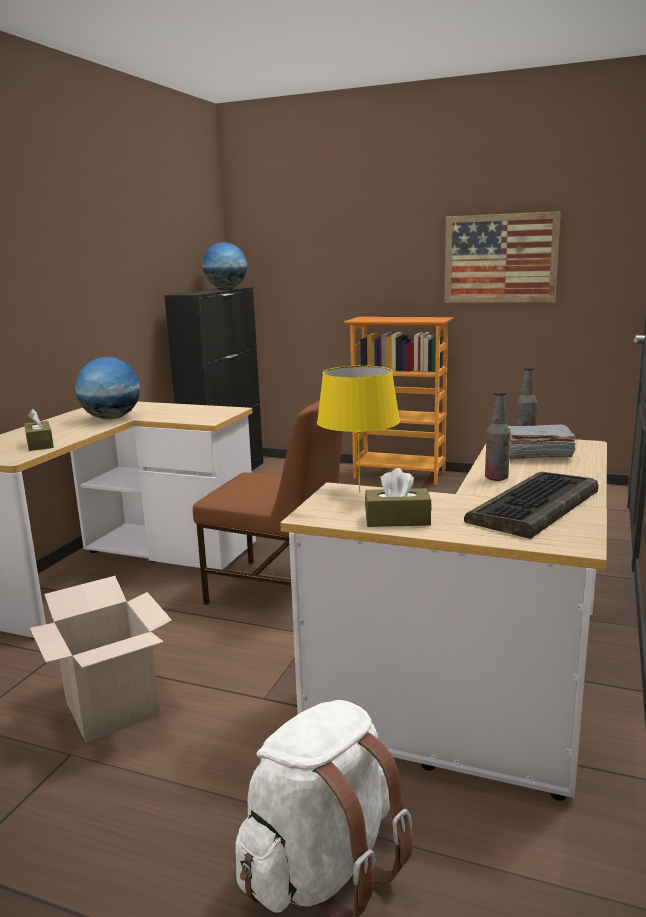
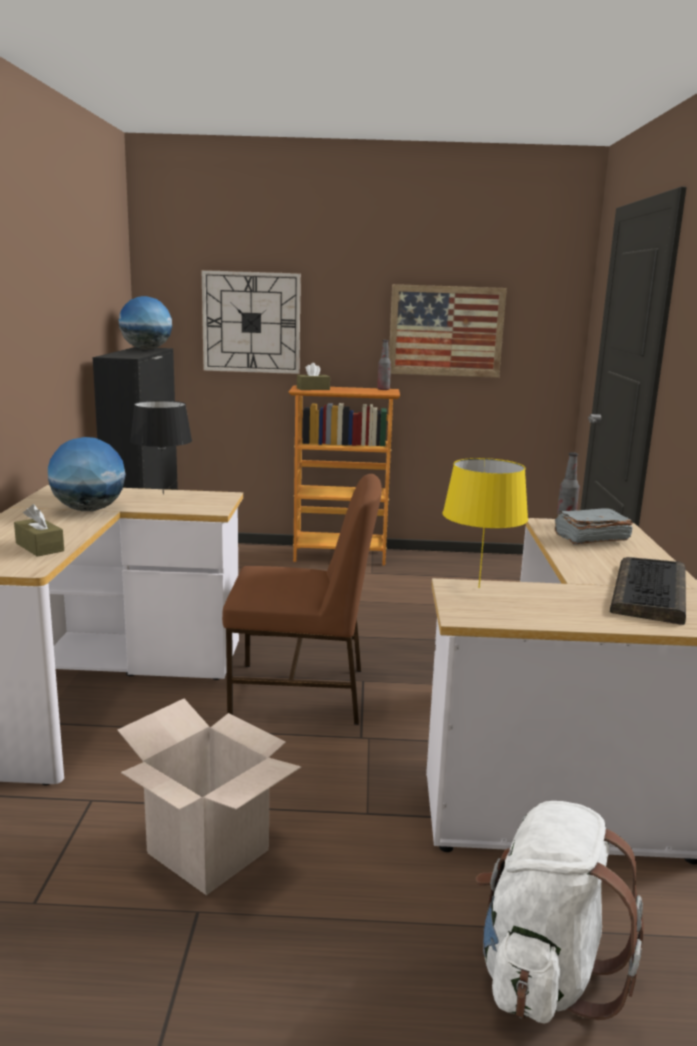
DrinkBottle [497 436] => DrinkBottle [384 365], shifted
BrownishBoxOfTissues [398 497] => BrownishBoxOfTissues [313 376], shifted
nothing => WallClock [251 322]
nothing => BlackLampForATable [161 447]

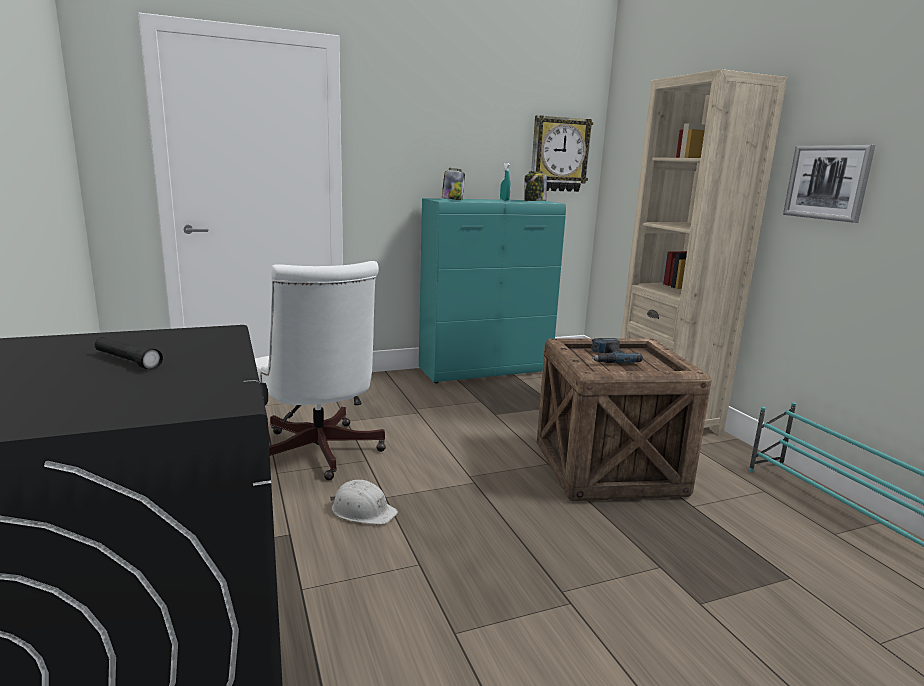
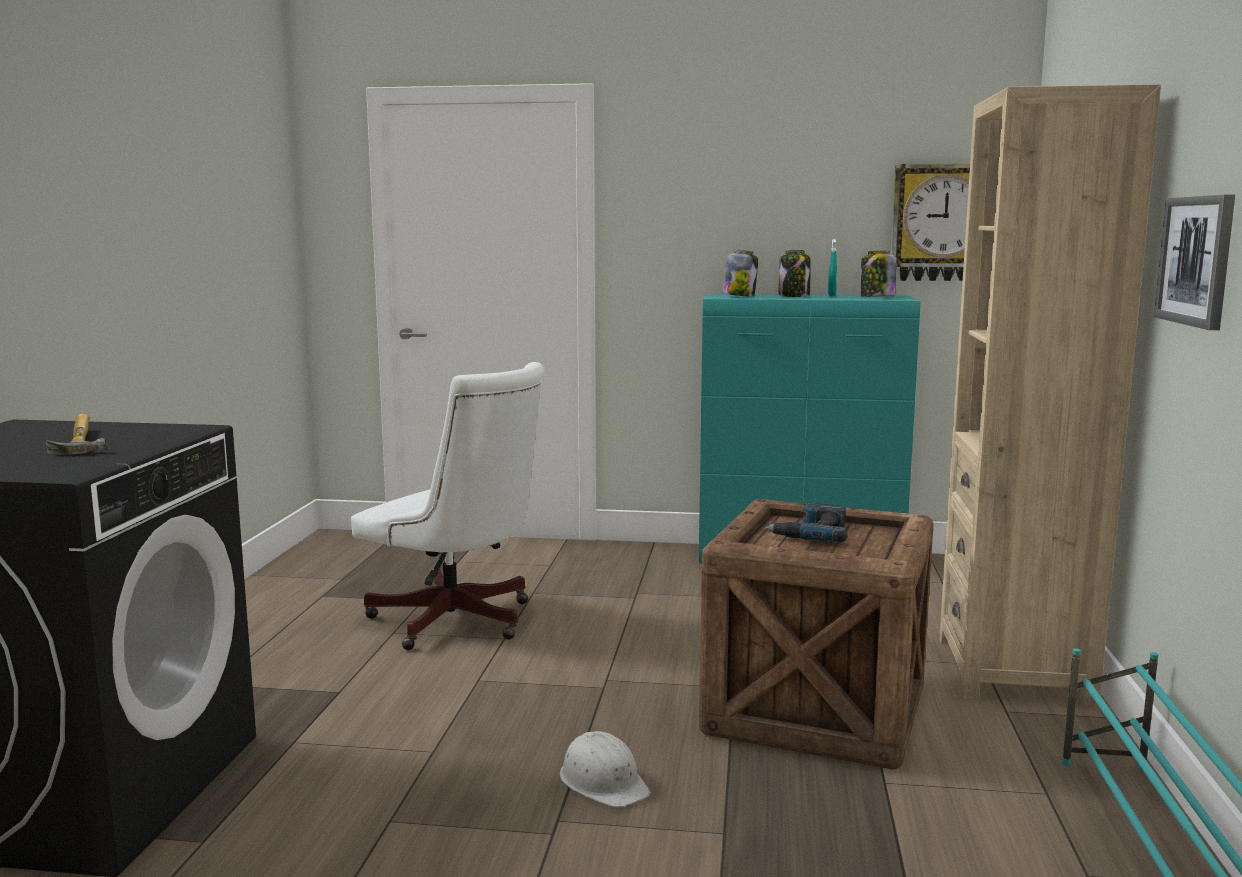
WhiteComputerChair [320 370] => WhiteComputerChair [448 506], 60 degrees counterclockwise
BlackTorch [129 353] => ToolHammer [76 434]
WhiteHardHat [364 502] => WhiteHardHat [605 769], shifted
nothing => StorageJar [795 273]

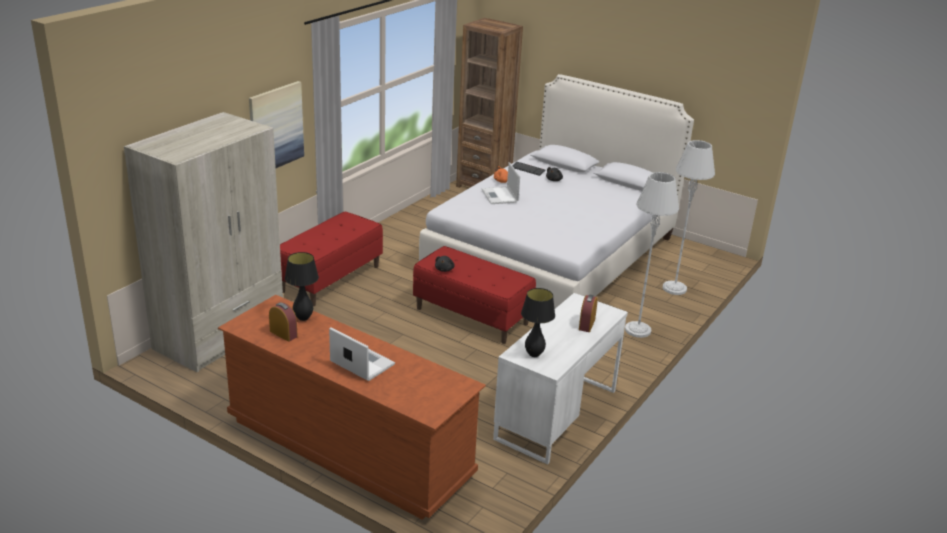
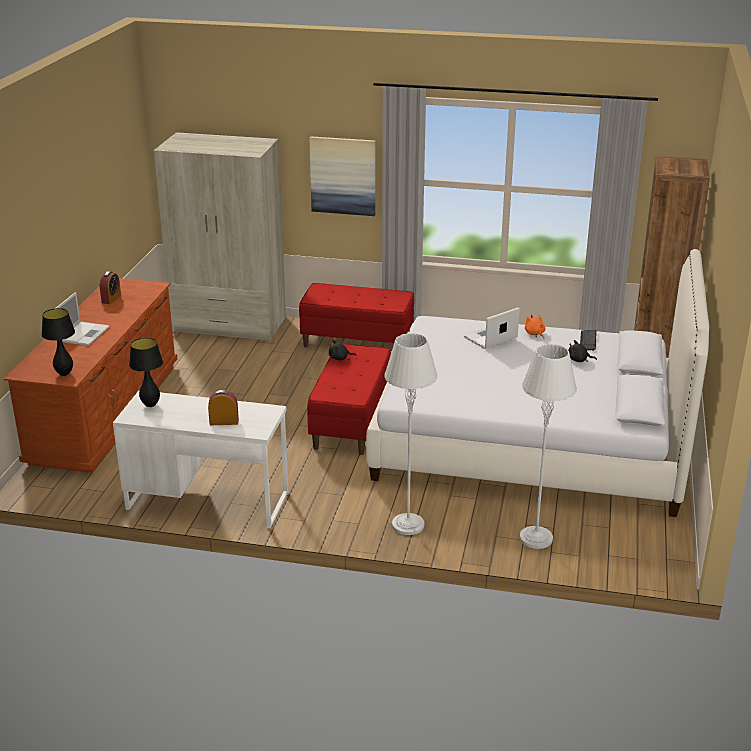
BlackLampForATable [302 286] => BlackLampForATable [58 342], shifted

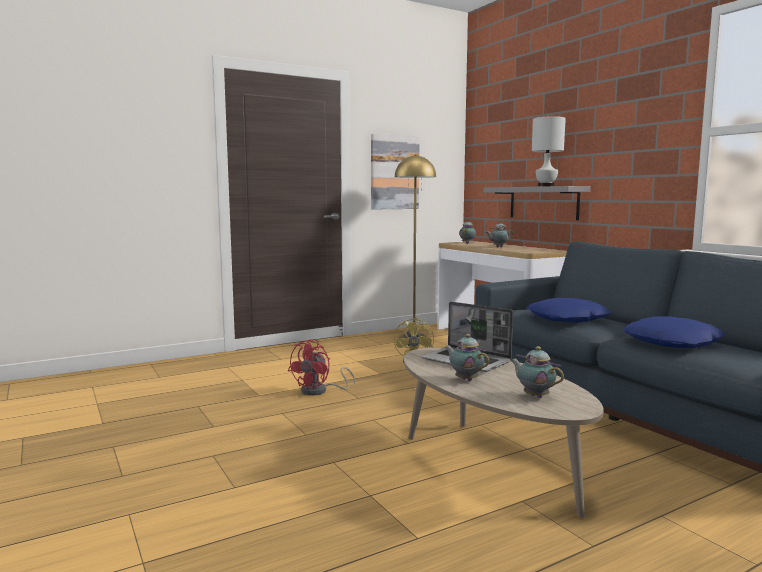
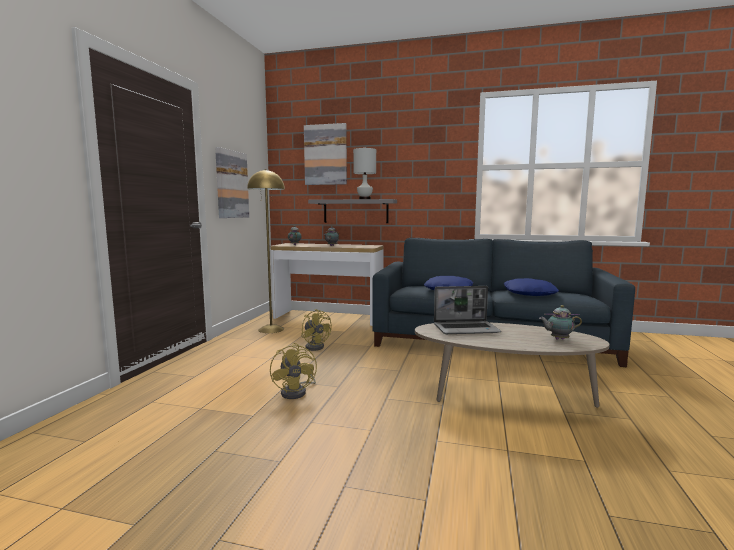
Teapot [467 357] => nothing
RedColouredCoolingFan [321 367] => YellowColouredCoolingFan [293 371]
nothing => Picture [325 154]

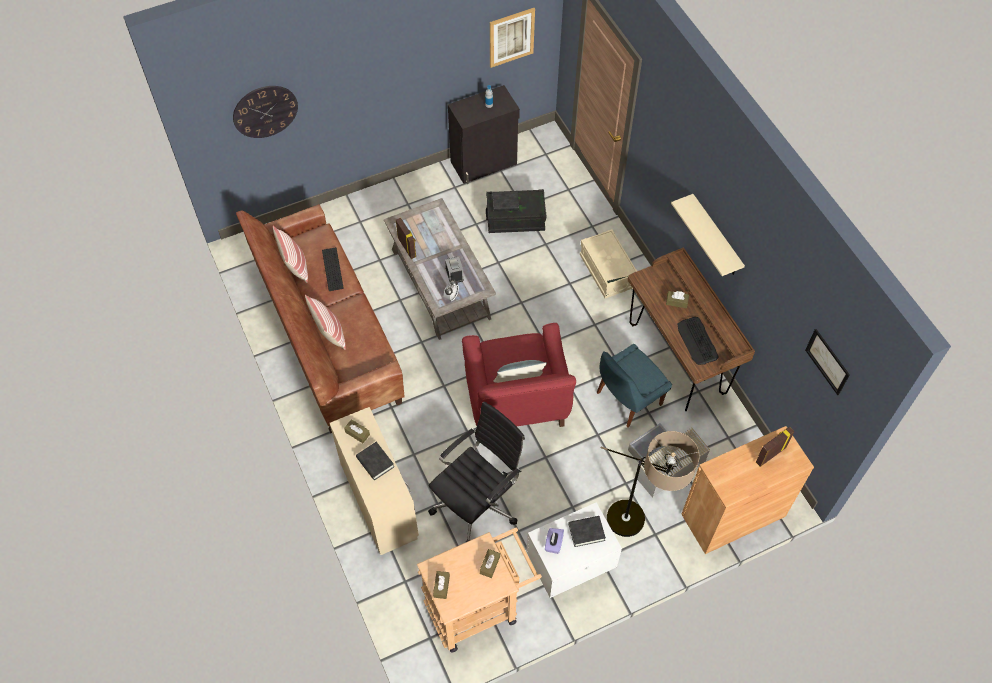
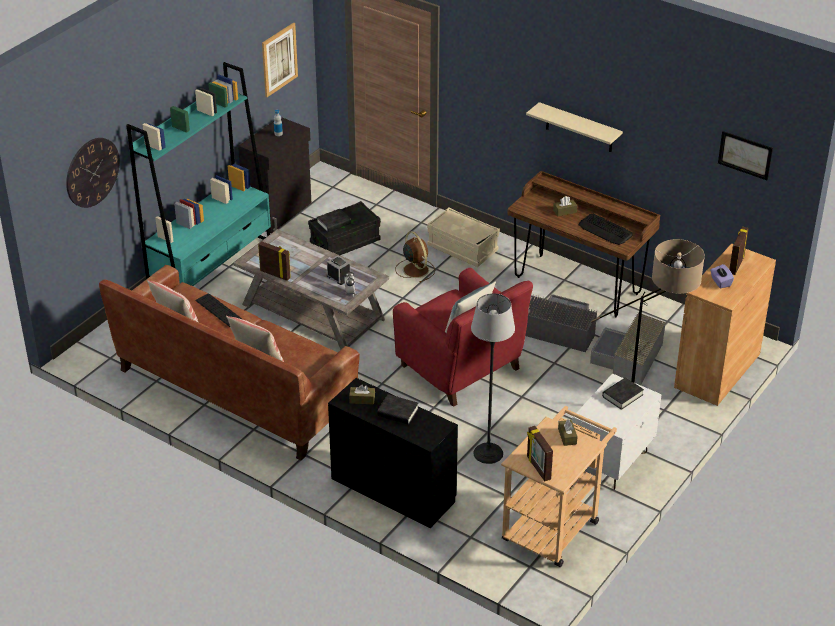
BlueColouredUprightChair [634 386] => GrayStorageBox [561 323]
BlackComputerChair [476 471] => FloorLamp [493 378]
SandColouredDeskUnit [374 481] => BlackDeskUnit [393 453]
PurpleBoxOfTissues [554 541] => PurpleBoxOfTissues [722 276], shifted
BrownishBoxOfTissues [441 585] => PhotoFrame [540 453]
nothing => BlueGreenBookcase [198 174]
nothing => BrownishCoolingFan [415 257]

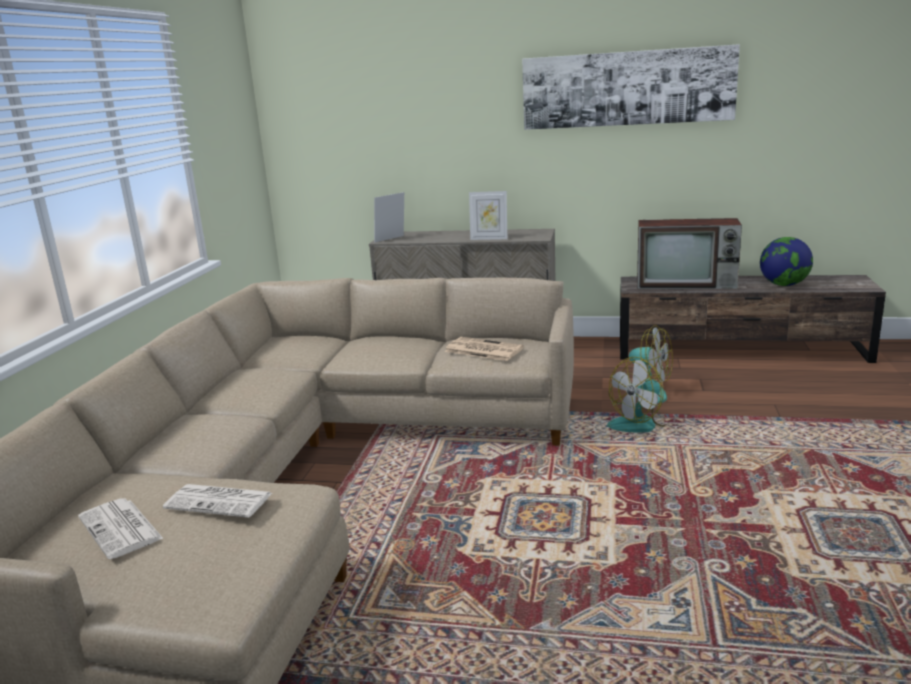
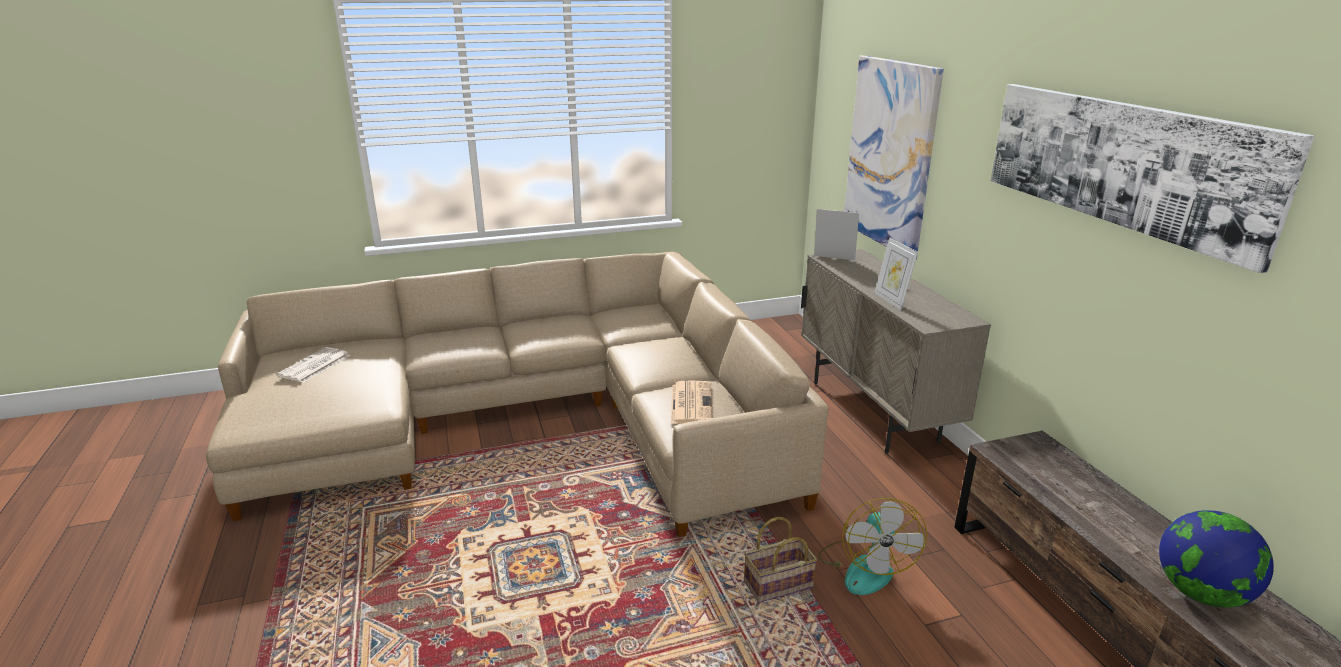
Television [689 253] => nothing
CoolingFan [638 395] => StorageBasket [780 560]
PrintedPaper [217 501] => nothing
nothing => Picture [894 157]

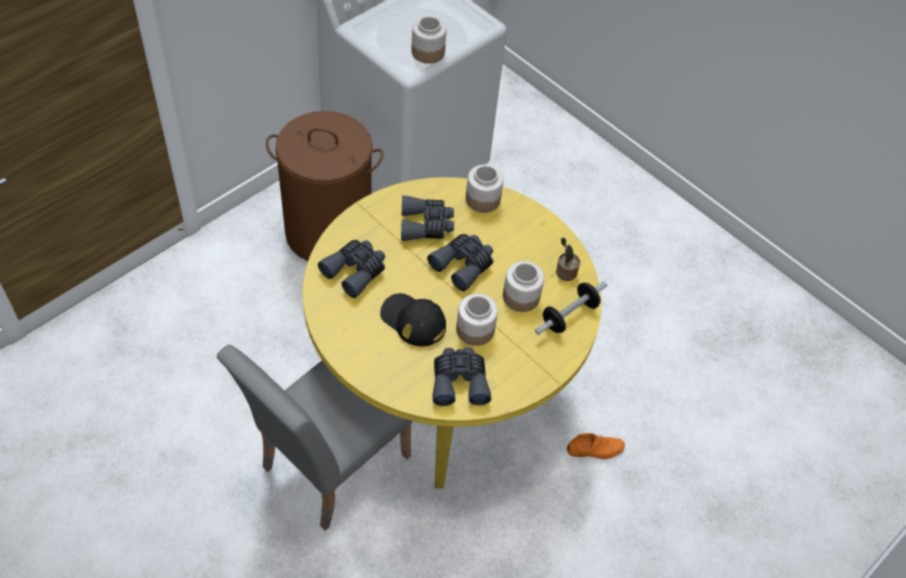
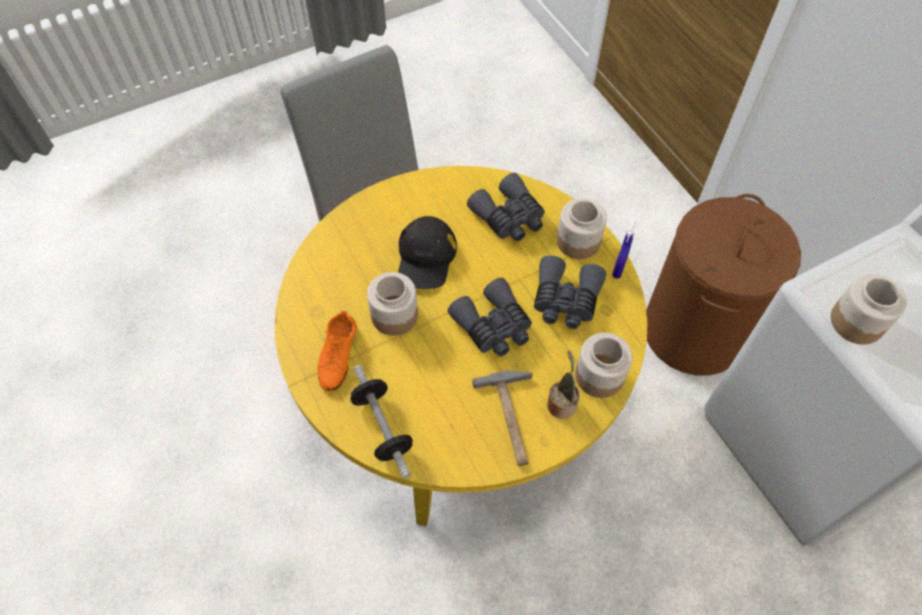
PlantInAPot [568 259] => PlantInAPot [563 384], shifted
StorageJar [523 286] => StorageJar [581 228], shifted
BlackPeakedCap [413 319] => BlackPeakedCap [427 252], 135 degrees clockwise
GrayFieldGlasses [461 376] => nothing
OrangeyLowShoe [596 446] => OrangeyLowShoe [337 351], shifted
nothing => BlueColouredSprayer [624 249]
nothing => ToolHammer [502 418]

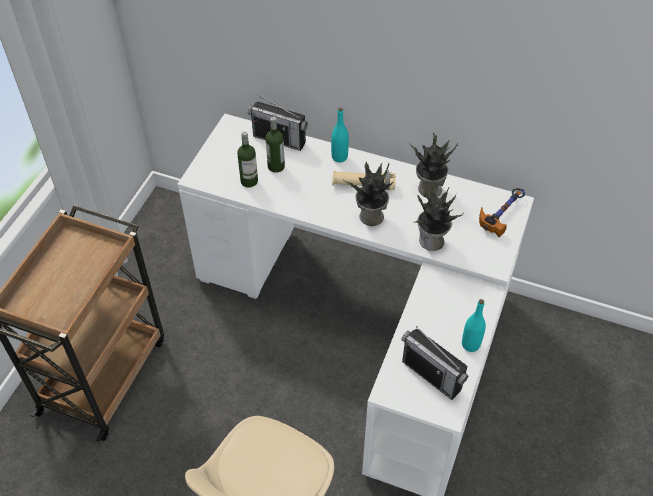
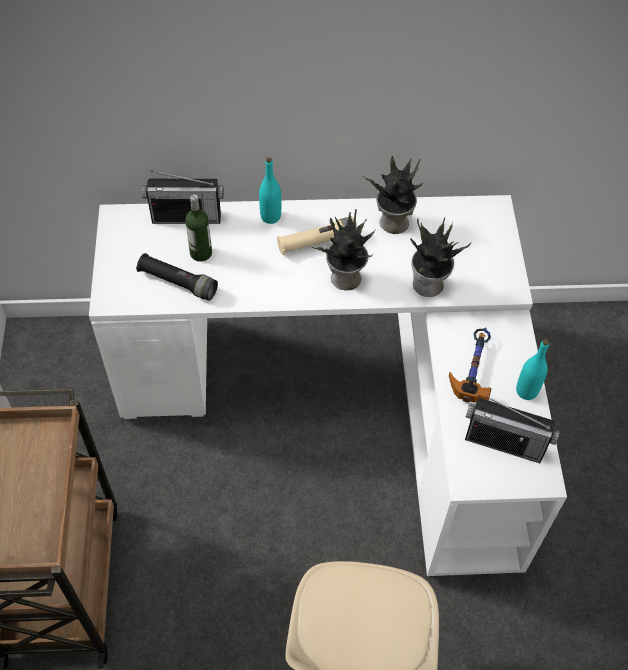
DrinkBottle [247 159] => BlackTorch [177 276]
ToolHammer [502 212] => ToolHammer [470 364], shifted

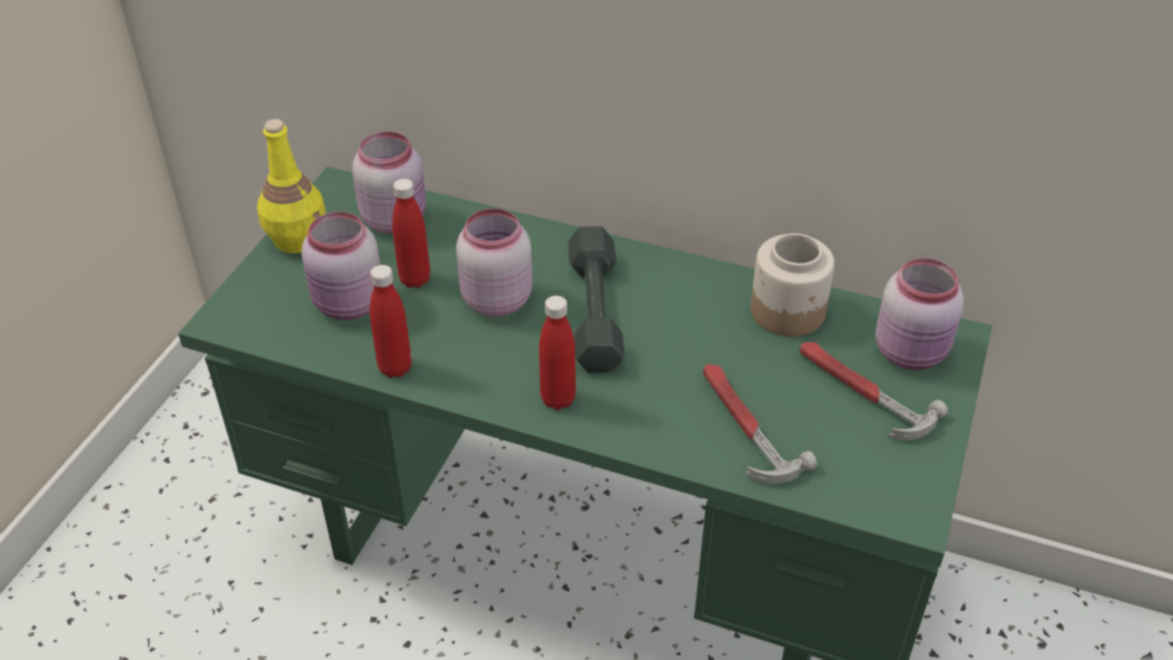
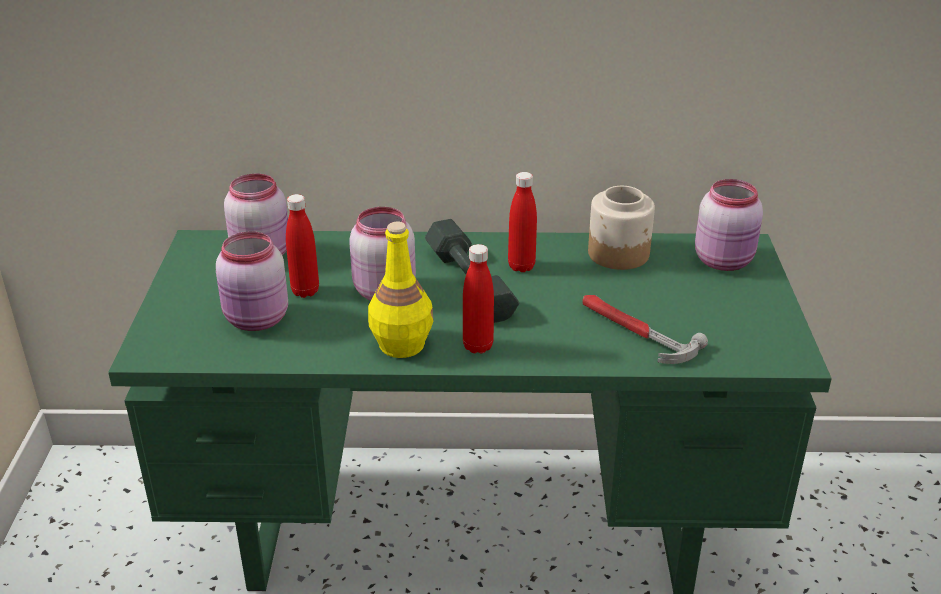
YellowColouredDrinkBottle [291 186] => YellowColouredDrinkBottle [401 290], shifted
RedColouredDrinkBottle [391 321] => RedColouredDrinkBottle [522 222], shifted
ToolHammer [874 391] => nothing

